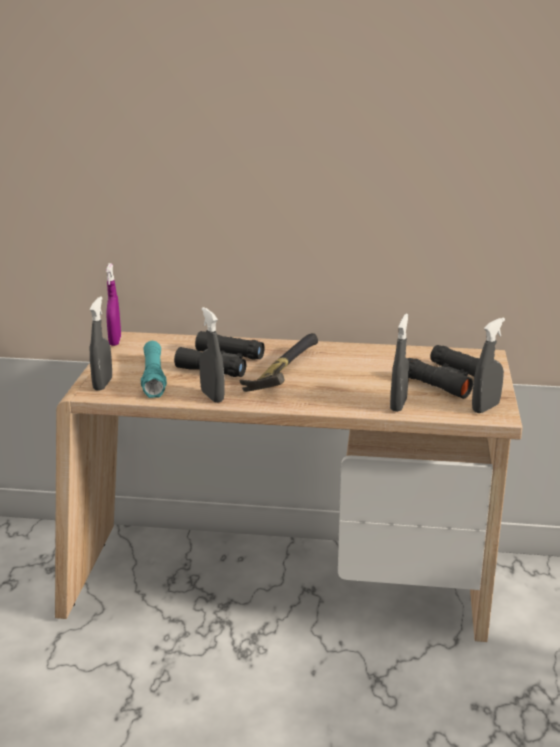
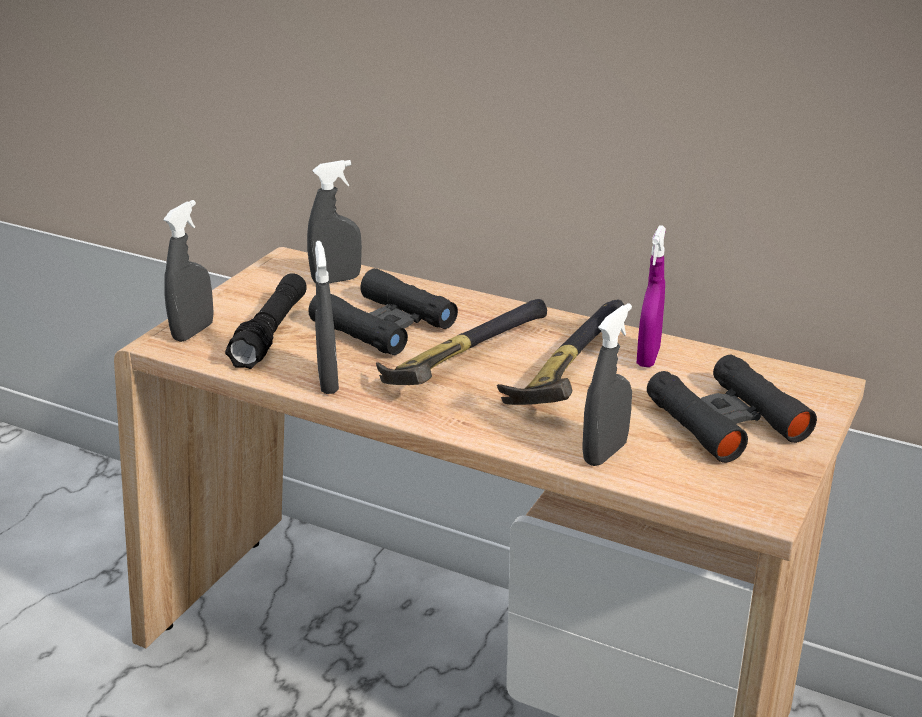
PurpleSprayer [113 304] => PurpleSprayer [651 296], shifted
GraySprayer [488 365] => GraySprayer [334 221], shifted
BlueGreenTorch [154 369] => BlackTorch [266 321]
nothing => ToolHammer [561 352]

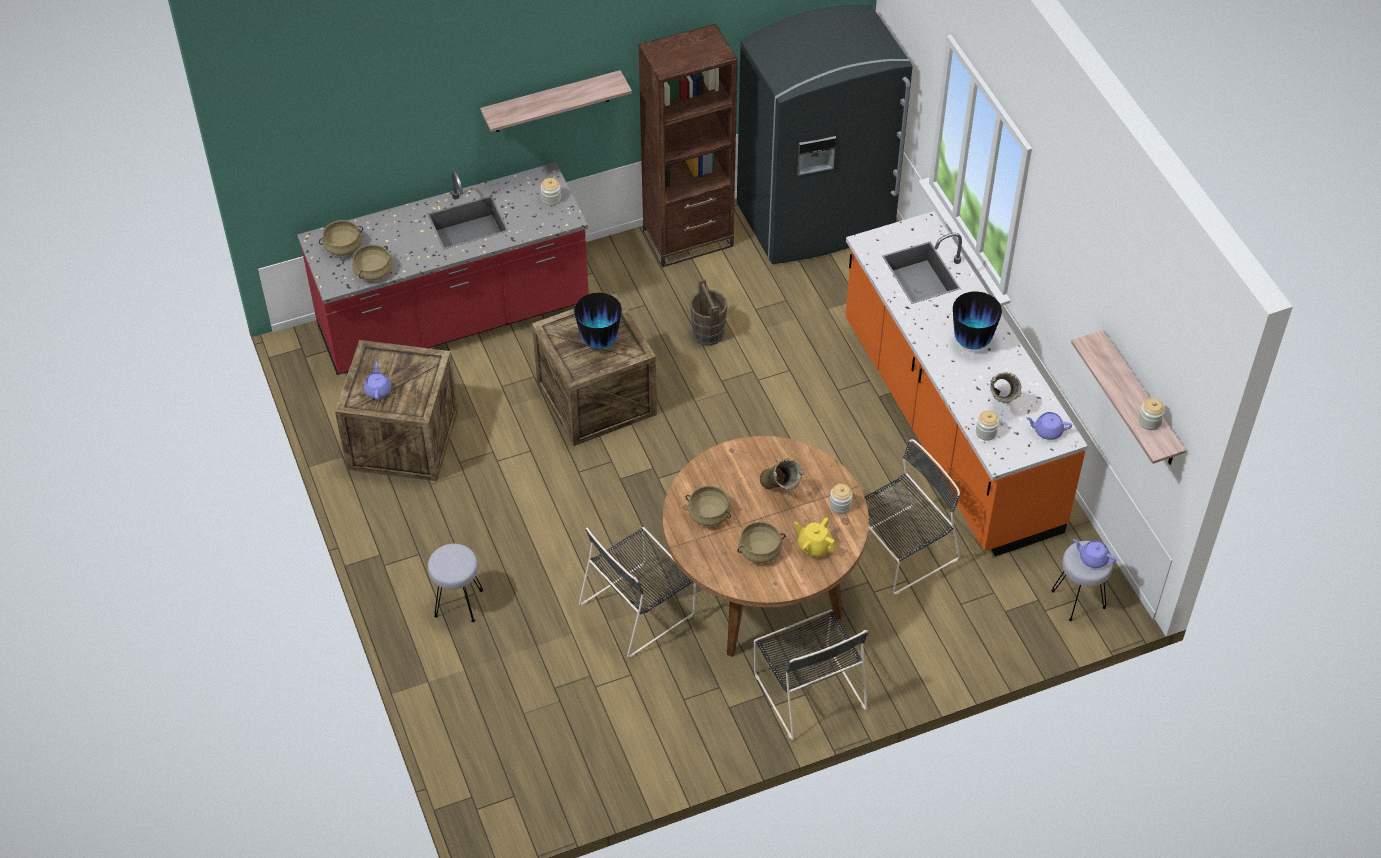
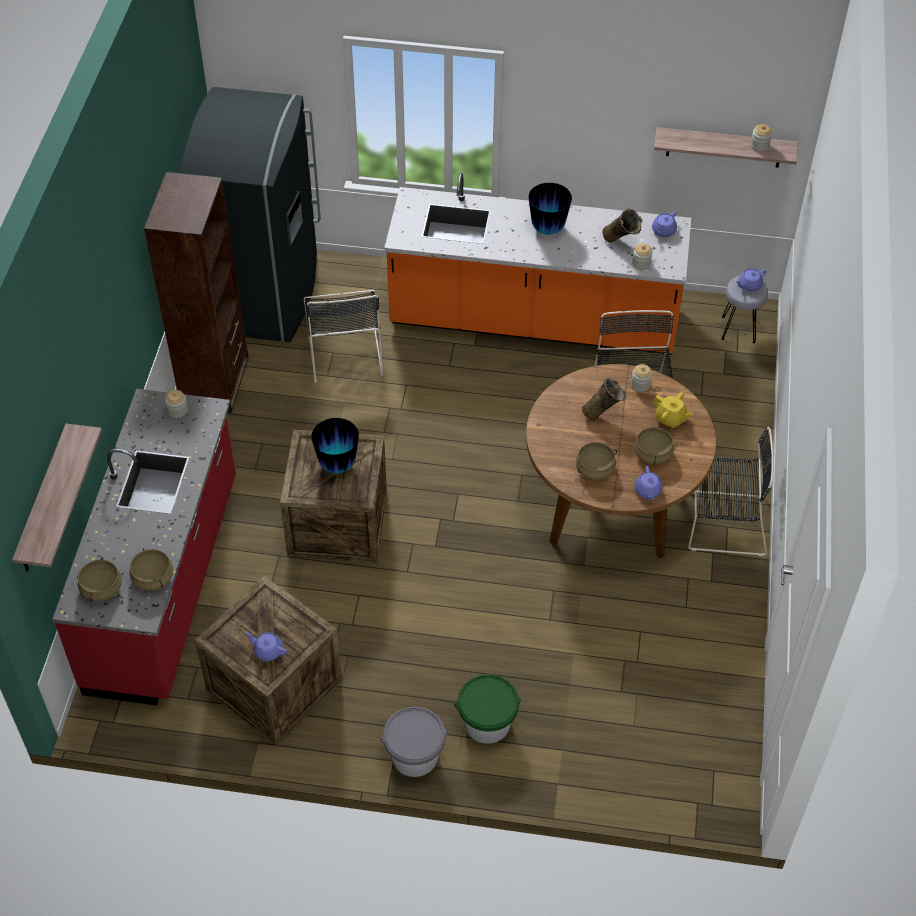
WallShelf [556 101] => WallShelf [57 498], shifted
BrownishWaterBucket [709 312] => nothing
YellowColouredTeapot [815 538] => YellowColouredTeapot [672 410], 120 degrees counterclockwise
BlackUprightChair [637 592] => BlackUprightChair [343 336], shifted
GraySittingStool [455 583] => GreenWaterBucket [487 709]
nothing => PurpleTeapot [649 483]
nothing => GrayWaterBucket [413 742]

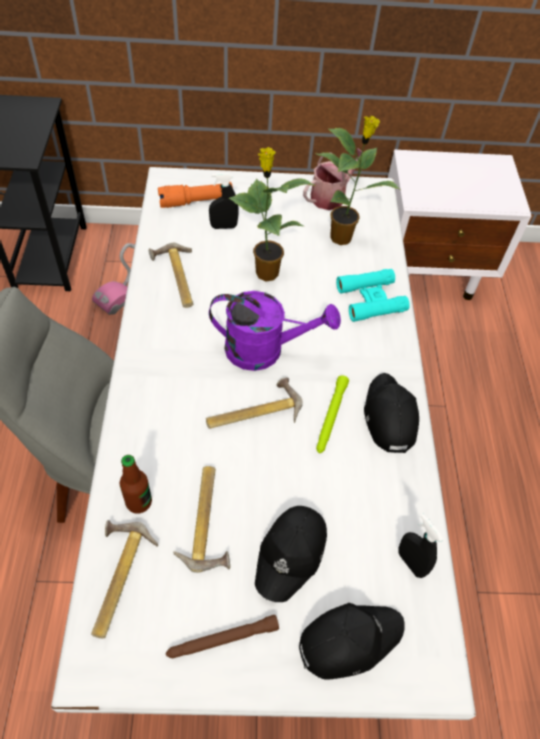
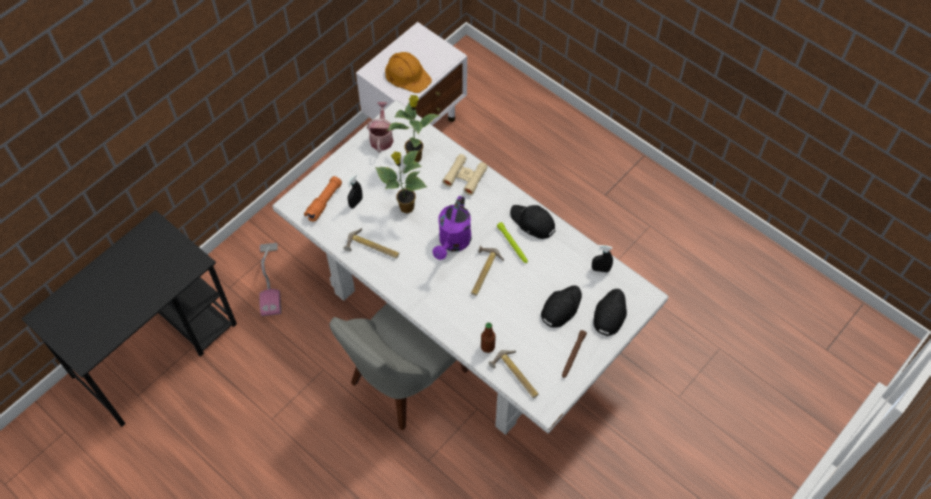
BlueGreenFieldGlasses [373 295] => SandColouredFieldGlasses [465 174]
PurpleSprinklingCan [275 331] => PurpleSprinklingCan [452 228], 150 degrees clockwise
ToolHammer [201 519] => nothing
BlackPeakedCap [291 554] => BlackPeakedCap [561 307], 120 degrees counterclockwise
nothing => OrangeyHardHat [408 72]

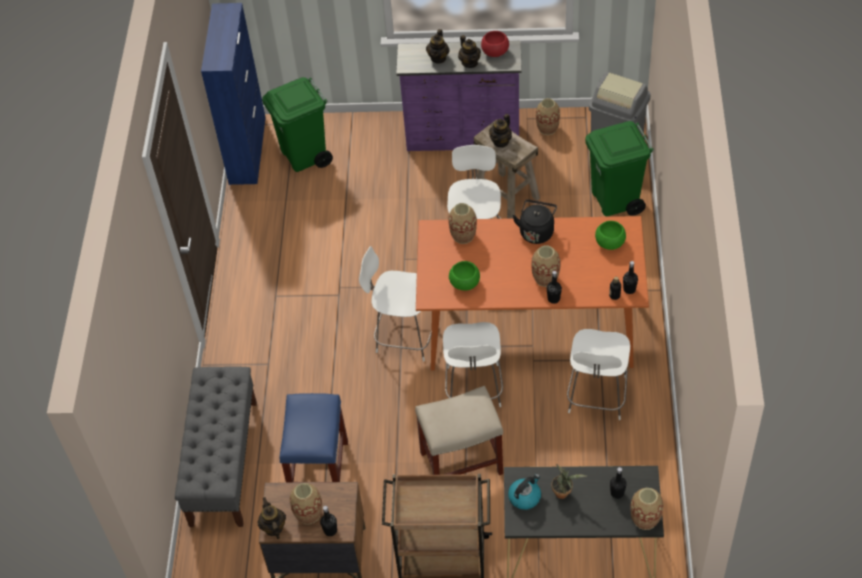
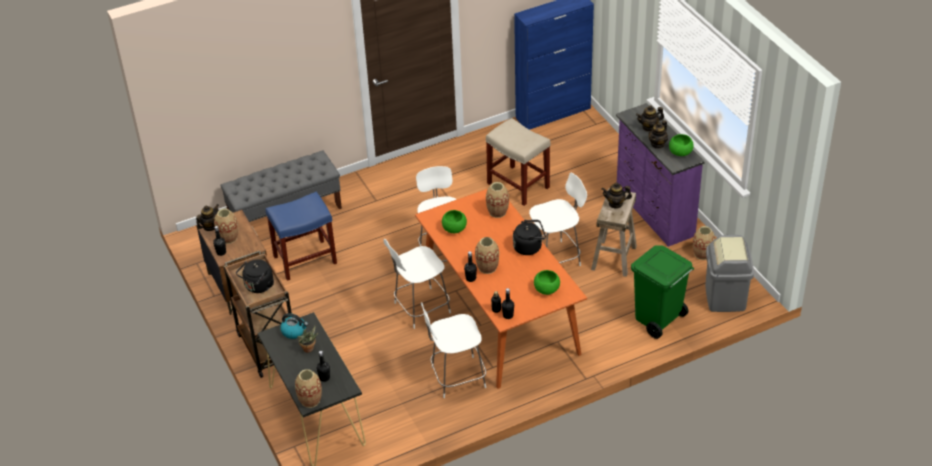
RedColouredServingBowl [495 44] => GreenServingBowl [681 145]
GreenRubbishBin [297 124] => nothing
SandColouredSittingStool [459 430] => SandColouredSittingStool [518 162], shifted
nothing => BlackKettle [255 276]

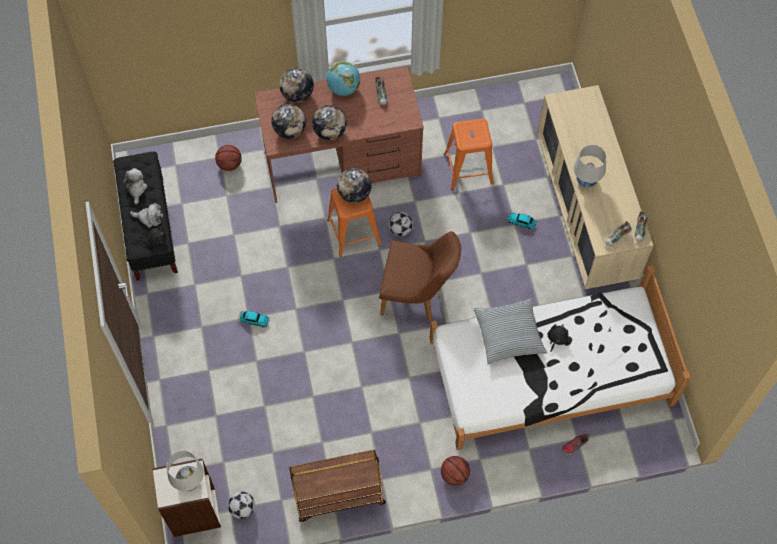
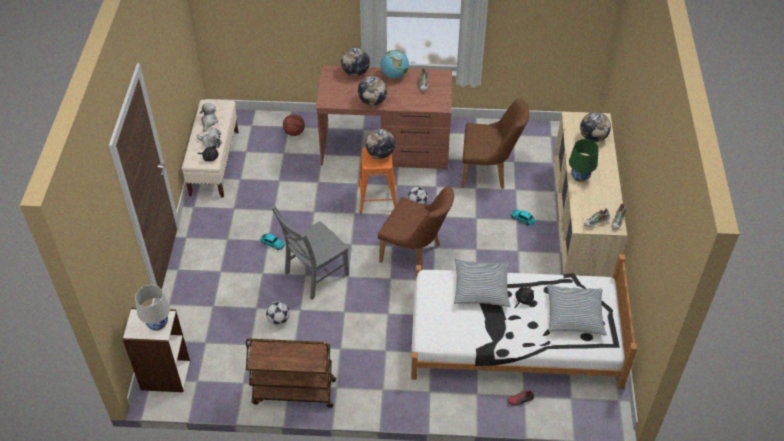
DeskGlobe [288 121] => DeskGlobe [595 127], shifted
OrangeySittingStool [469 154] => BrownishUprightChair [495 143]
WhiteLampForATable [590 166] => GreenLampForATable [584 160]
BlackLongSeat [145 216] => SandColouredLongSeat [210 149]
BallForBasketball [455 471] => nothing
BallForFootball [241 505] => BallForFootball [278 313], shifted
nothing => GrayUprightChair [310 253]
nothing => ThrowPillow [577 310]

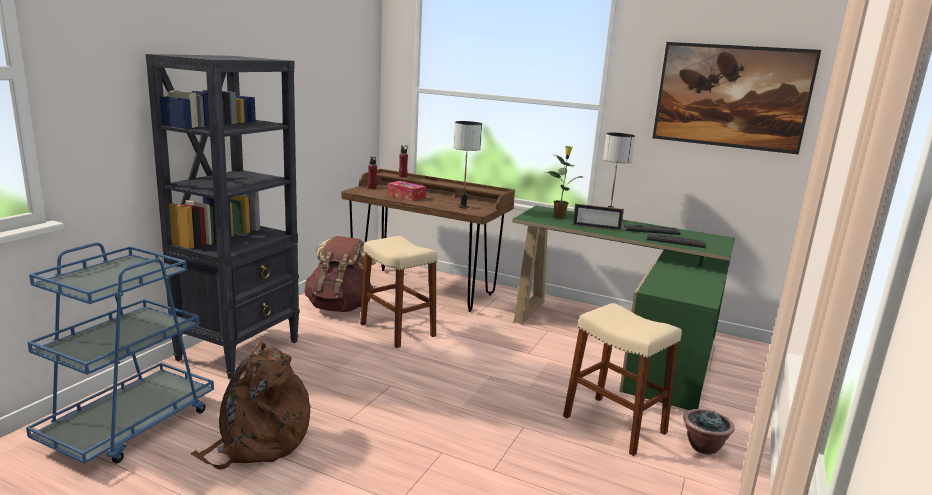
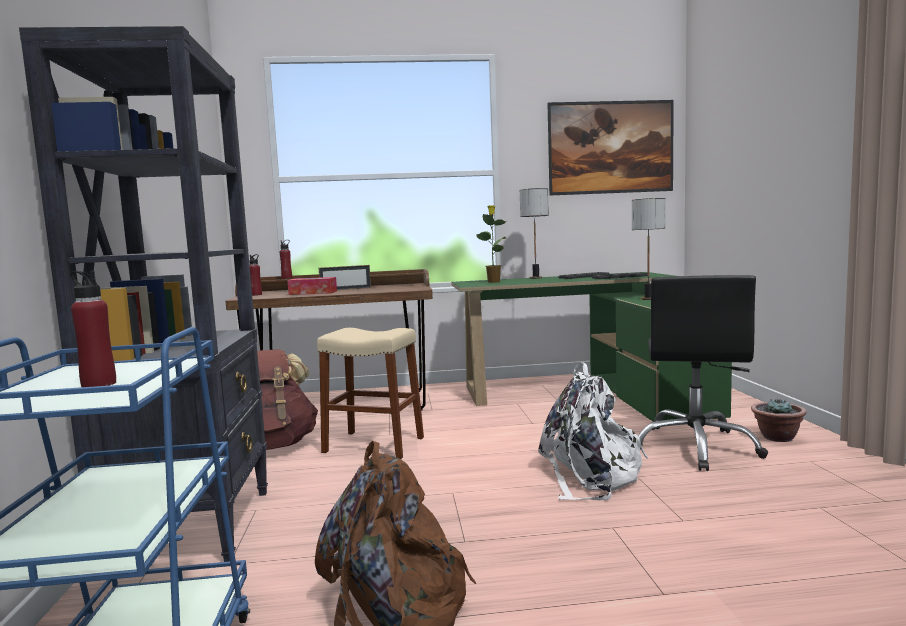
LampForATable [467 164] => LampForATable [648 249], shifted
PhotoFrame [598 217] => PhotoFrame [345 277], shifted
SandColouredSittingStool [622 379] => BlackComputerChair [703 373]
nothing => RedColouredDrinkBottle [93 329]
nothing => WhiteKnapsack [593 431]

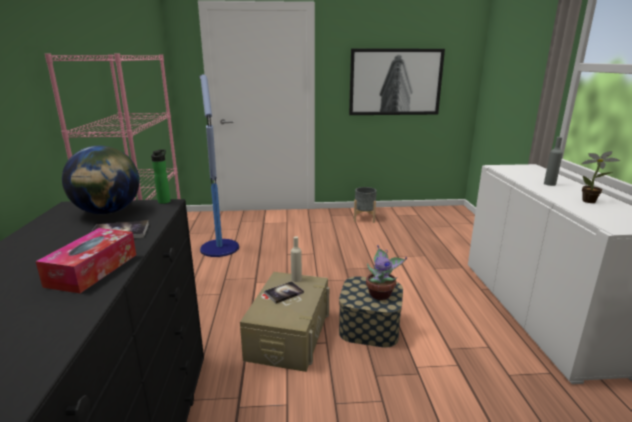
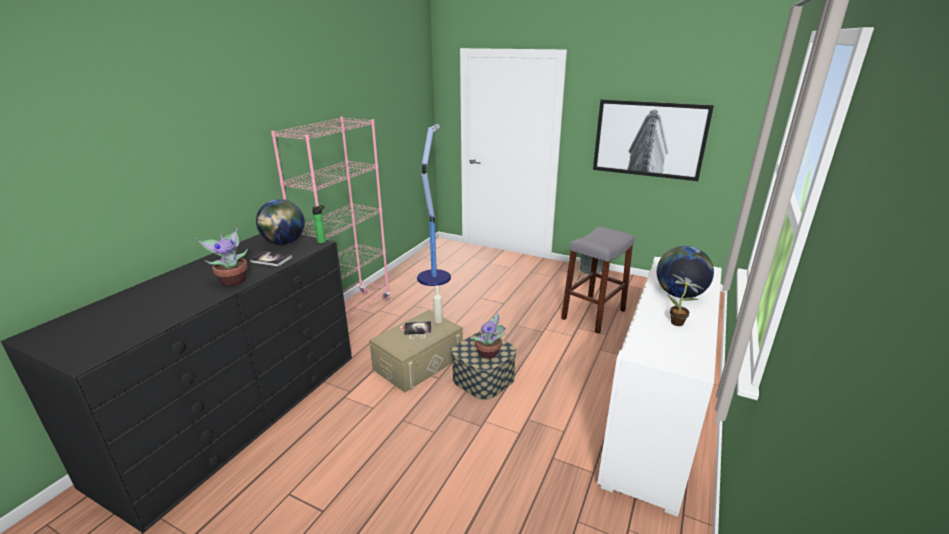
GrayDrinkBottle [553 161] => DeskGlobe [685 272]
BoxOfTissues [86 260] => PlantInAPot [222 257]
nothing => GraySittingStool [598 280]

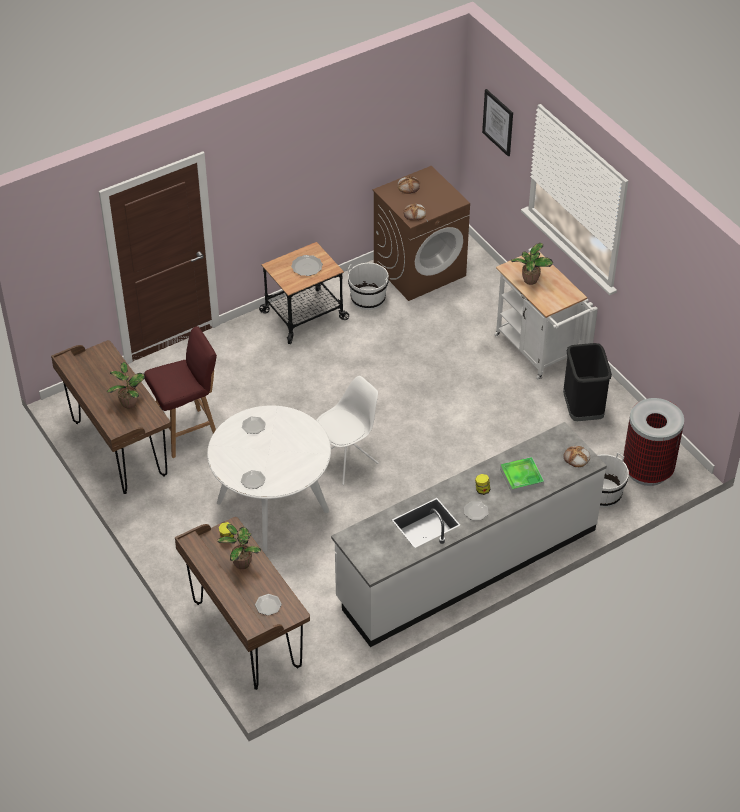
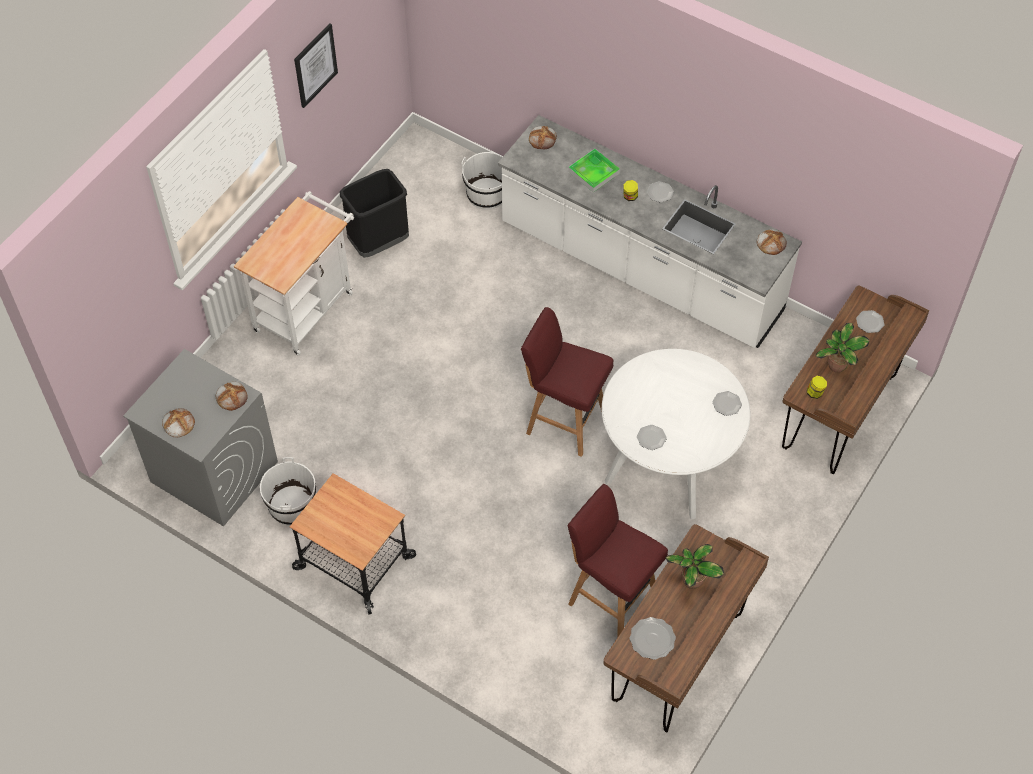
Picture [497 123] => Picture [316 65], shifted
BrownishWashingMachine [421 233] => GrayWashingMachine [200 438]
PlantInAPot [531 264] => nothing
DinnerPlate [307 265] => DinnerPlate [653 638], shifted
WhiteUprightChair [347 430] => RedColouredSittingStool [567 382]
RubbishBin [653 442] => nothing
nothing => Bread [772 242]

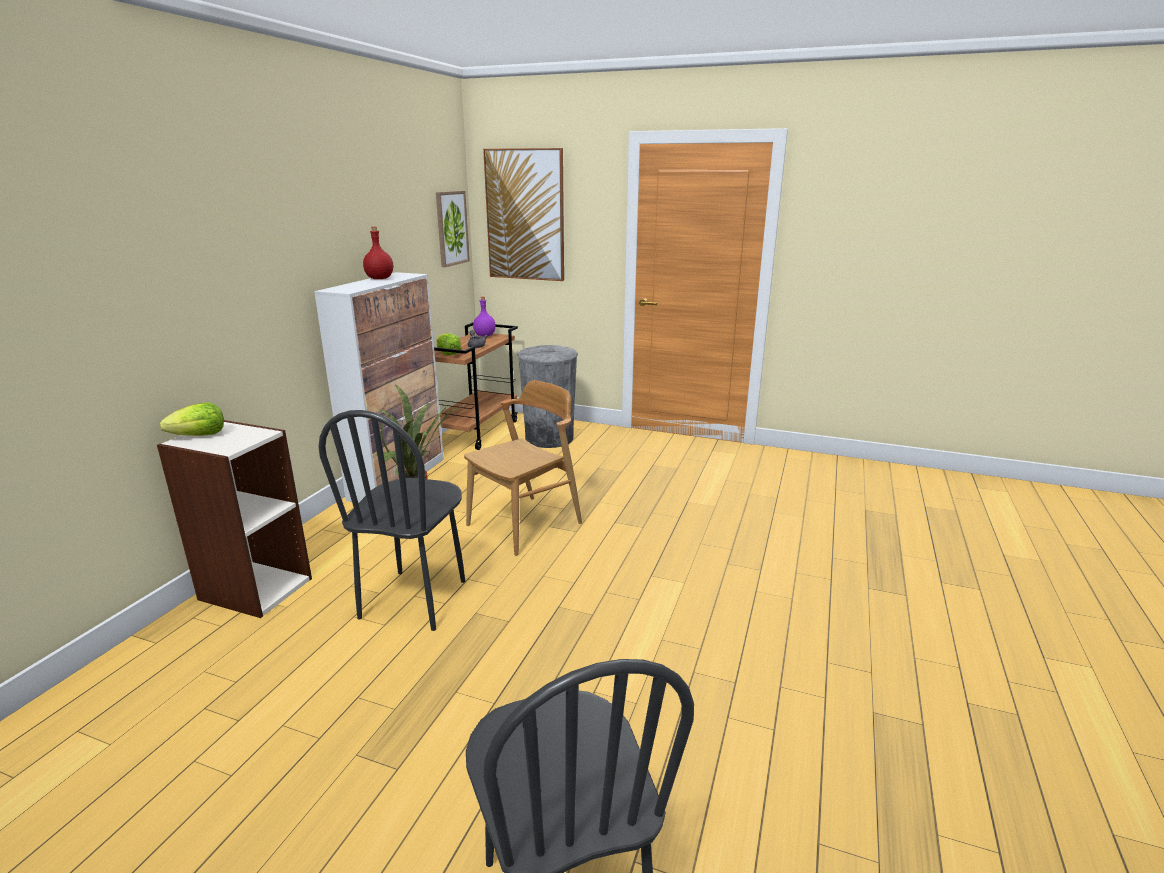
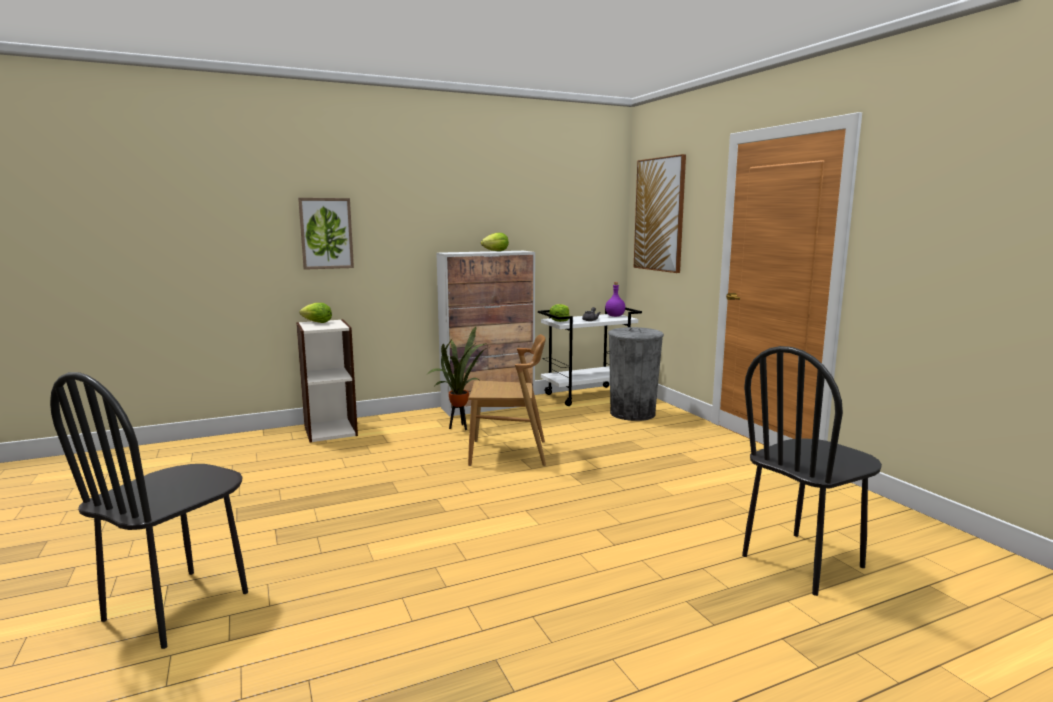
Picture [453 229] => Picture [326 234], shifted
RedColouredDrinkBottle [378 253] => HeadOfLettuce [495 242]
BrownishCart [476 386] => WhiteCart [590 356]
BlackUprightChair [391 520] => BlackUprightChair [812 471], shifted

